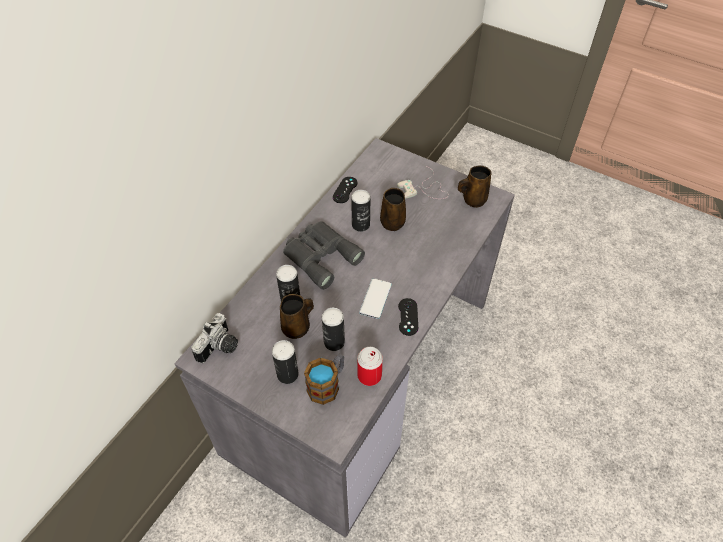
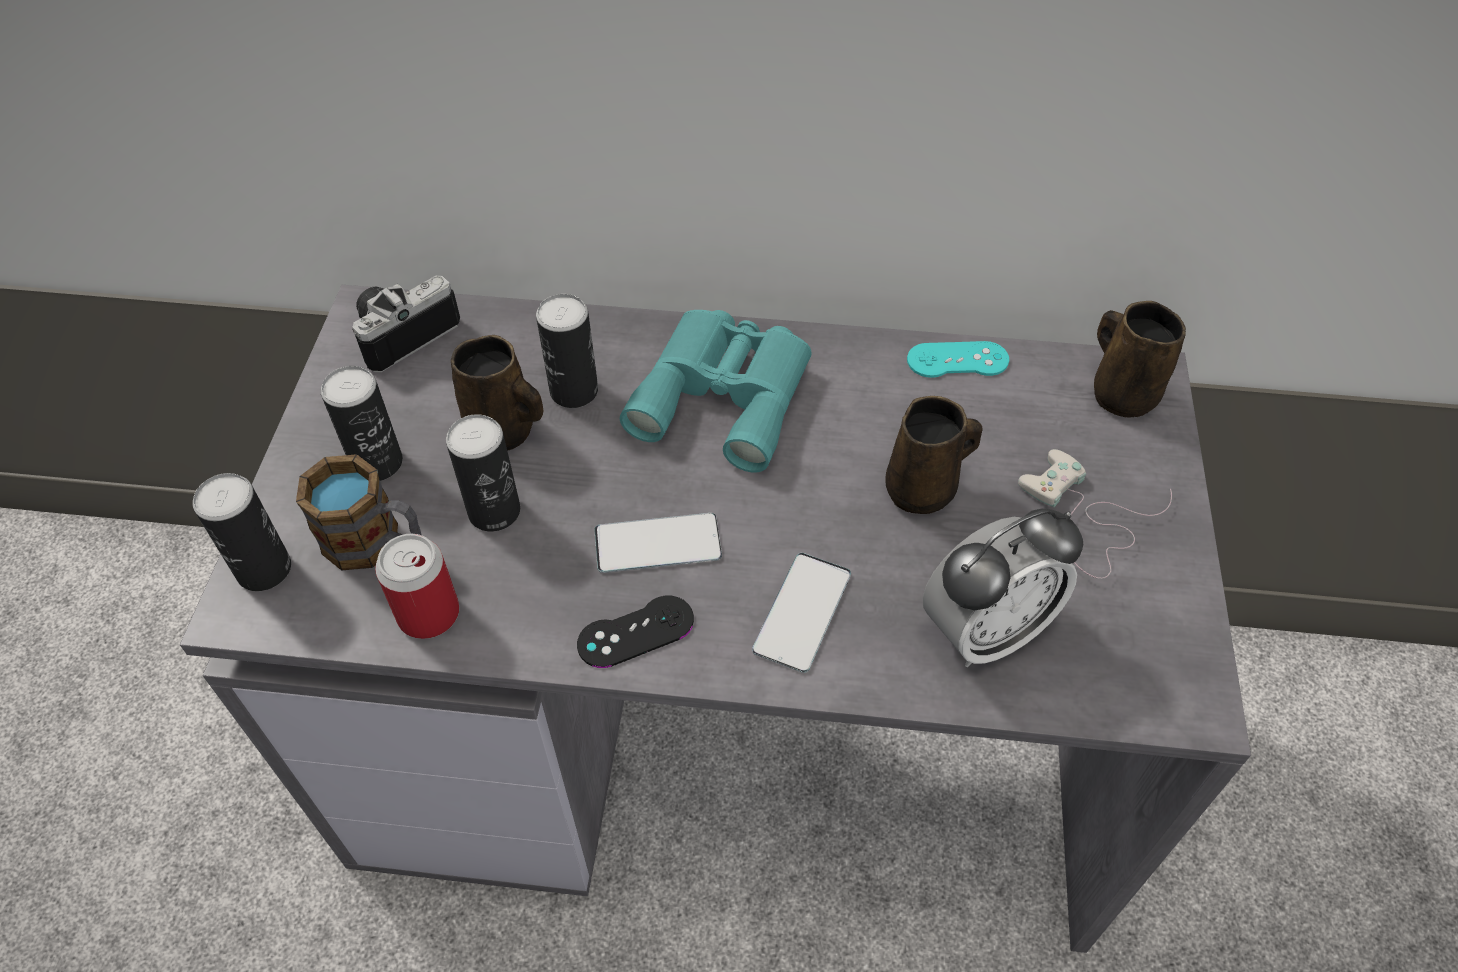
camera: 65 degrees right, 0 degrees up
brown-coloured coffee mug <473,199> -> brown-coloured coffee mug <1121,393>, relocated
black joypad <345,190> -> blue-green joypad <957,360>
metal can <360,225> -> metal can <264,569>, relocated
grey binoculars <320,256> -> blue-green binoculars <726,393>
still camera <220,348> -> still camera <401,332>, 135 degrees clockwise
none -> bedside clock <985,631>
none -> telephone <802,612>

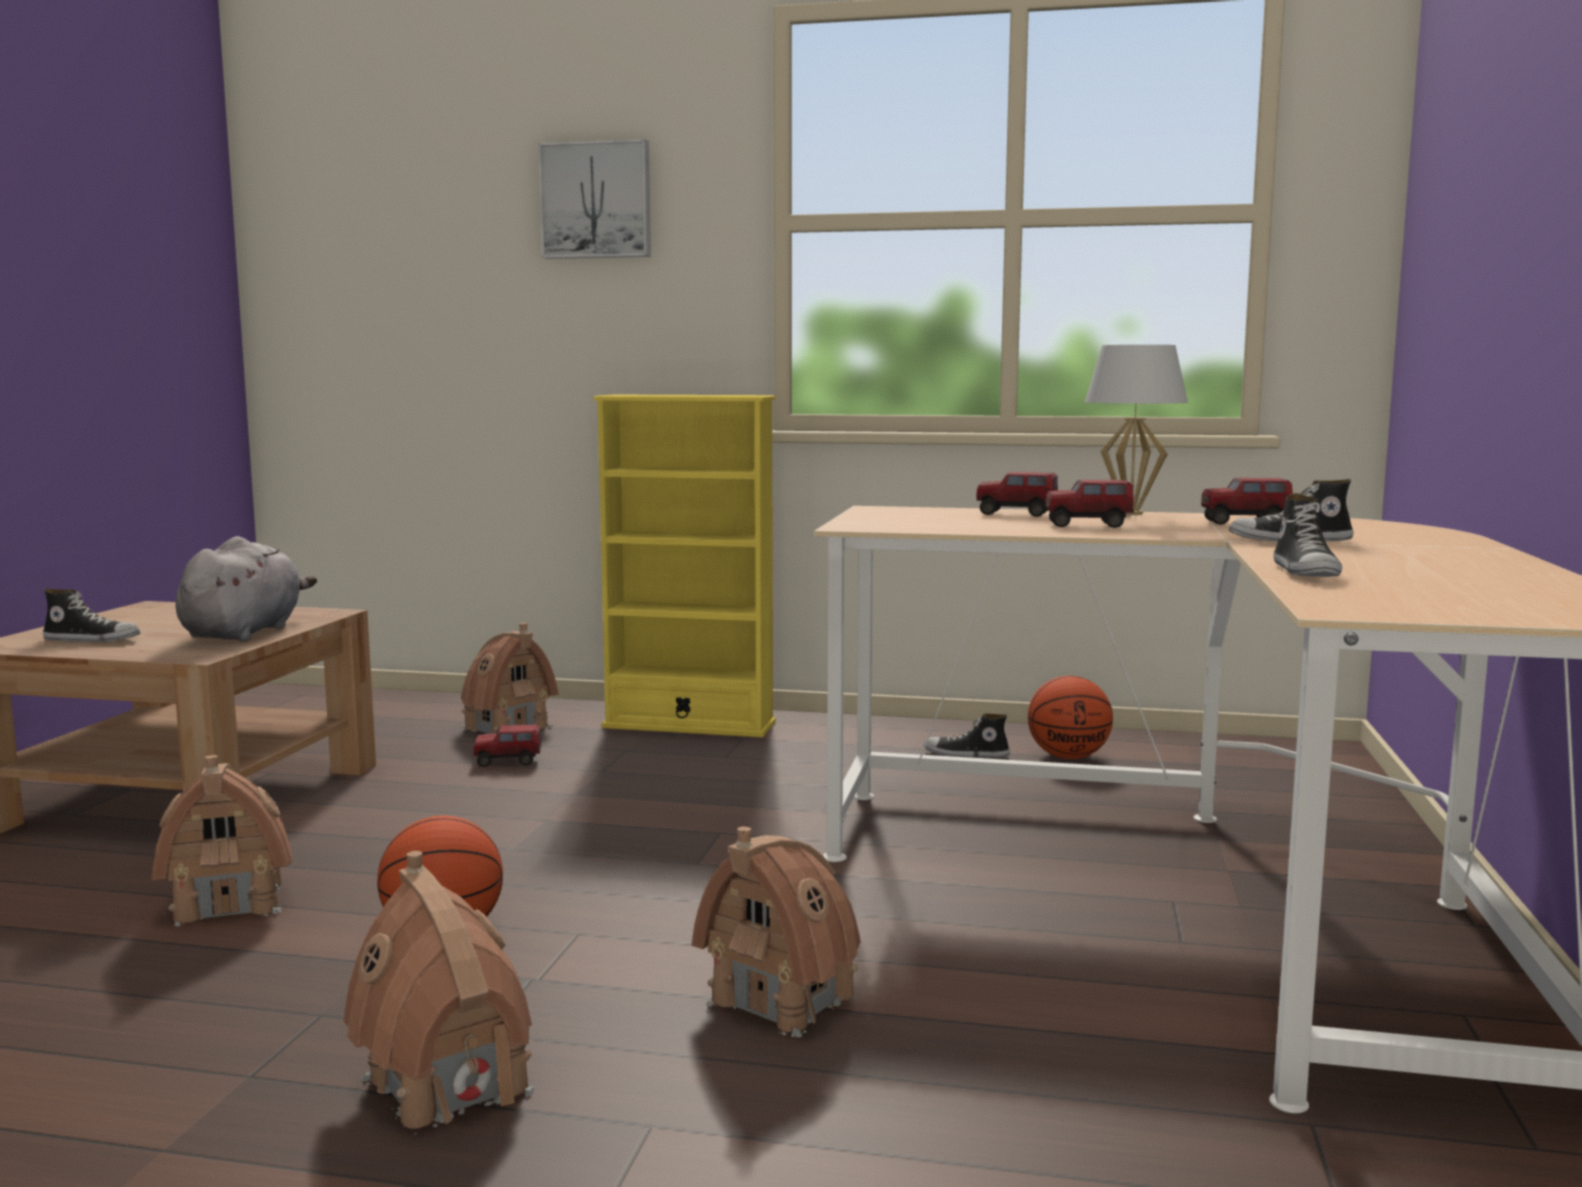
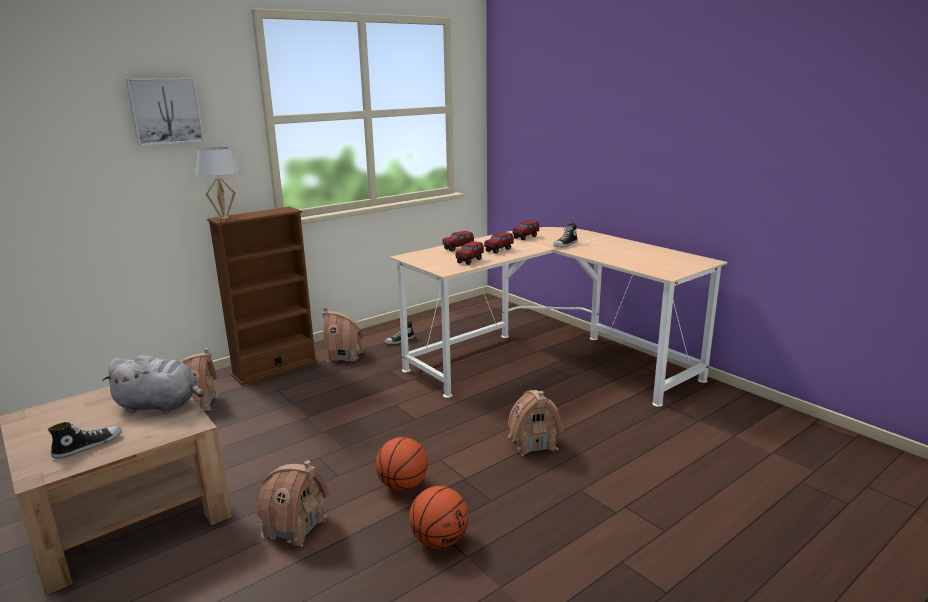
camera: 50 degrees left, 10 degrees up
white-coloured table lamp <1131,513> -> white-coloured table lamp <224,218>, relocated
yellowish bookshelf <689,725> -> brown-coloured bookshelf <275,369>
low shoe <1307,572> -> none
grey cuddly toy <244,632> -> grey cuddly toy <160,406>, 135 degrees clockwise
basketball ball <1068,757> -> basketball ball <439,540>, relocated
toy truck <508,762> -> toy truck <470,261>, relocated
toy house <447,1084> -> toy house <344,355>, relocated

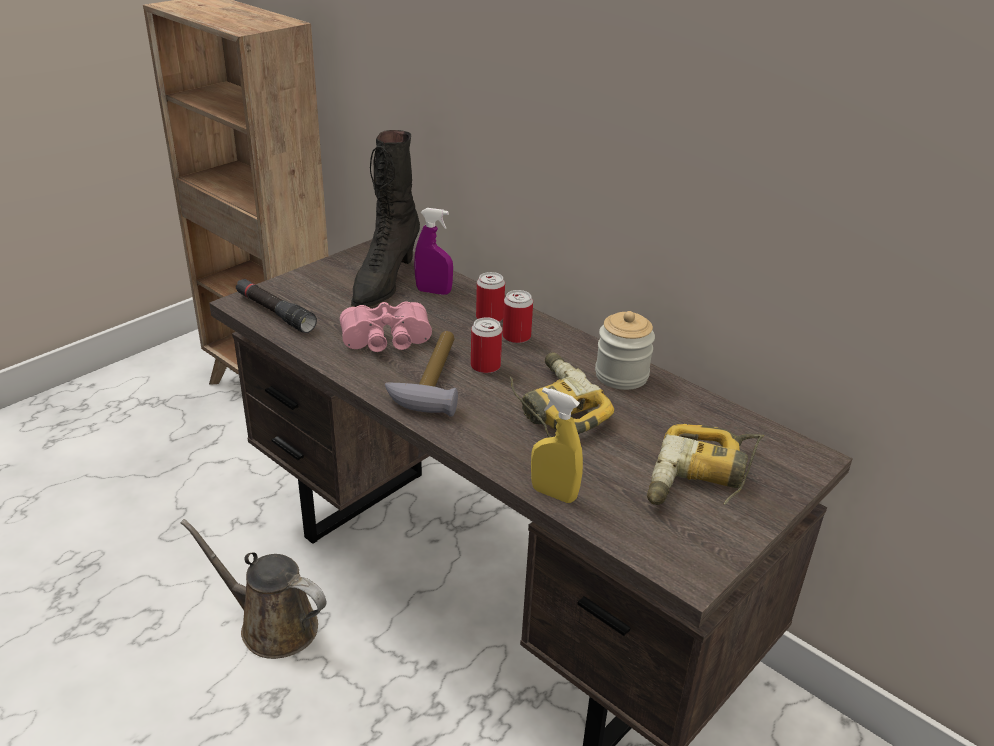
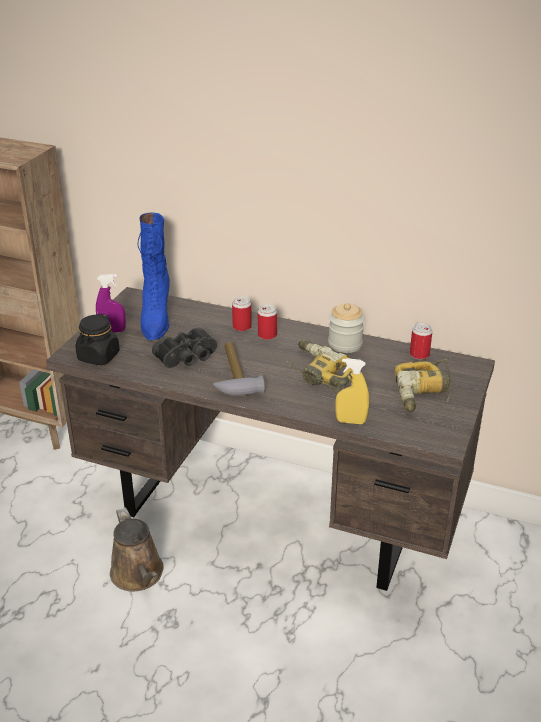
camera: 20 degrees left, 0 degrees up
black tall boot <384,282> -> bluish tall boot <156,319>
purple hand sprayer <433,292> -> purple hand sprayer <112,331>, relocated
black hand torch <275,313> -> black preserve jar <98,356>
pinkish binoculars <387,341> -> black binoculars <188,358>
metal can <485,366> -> metal can <419,354>, relocated
brown-coloured sprinkling can <272,625> -> brown-coloured sprinkling can <139,575>, 120 degrees counterclockwise

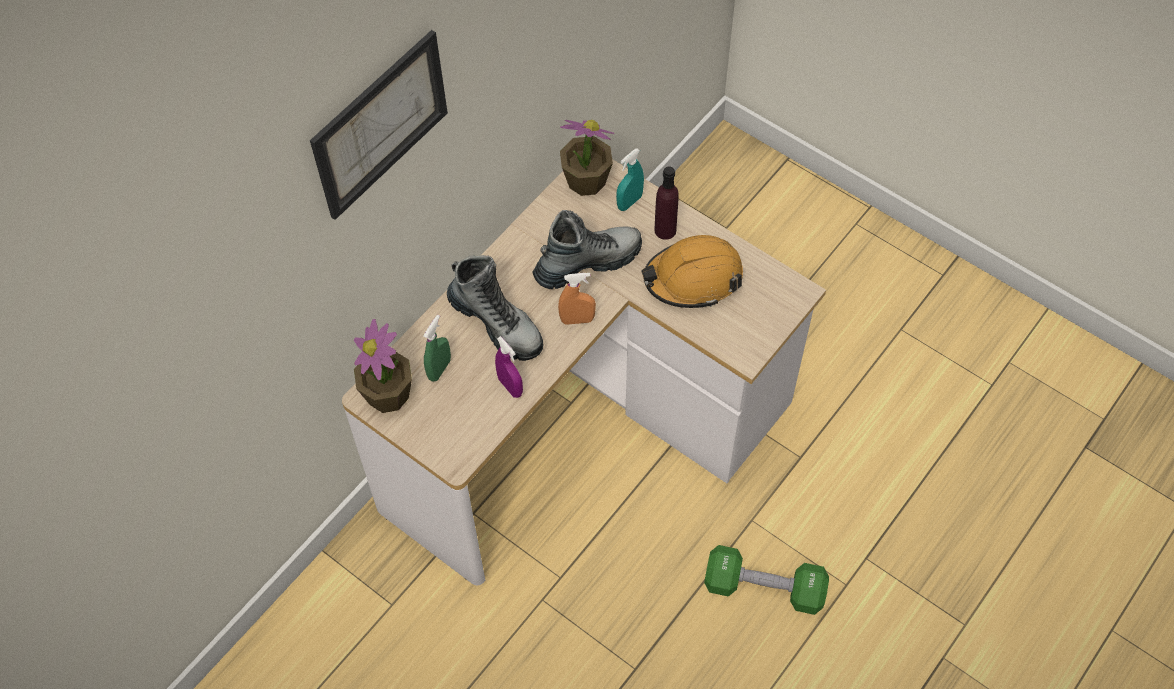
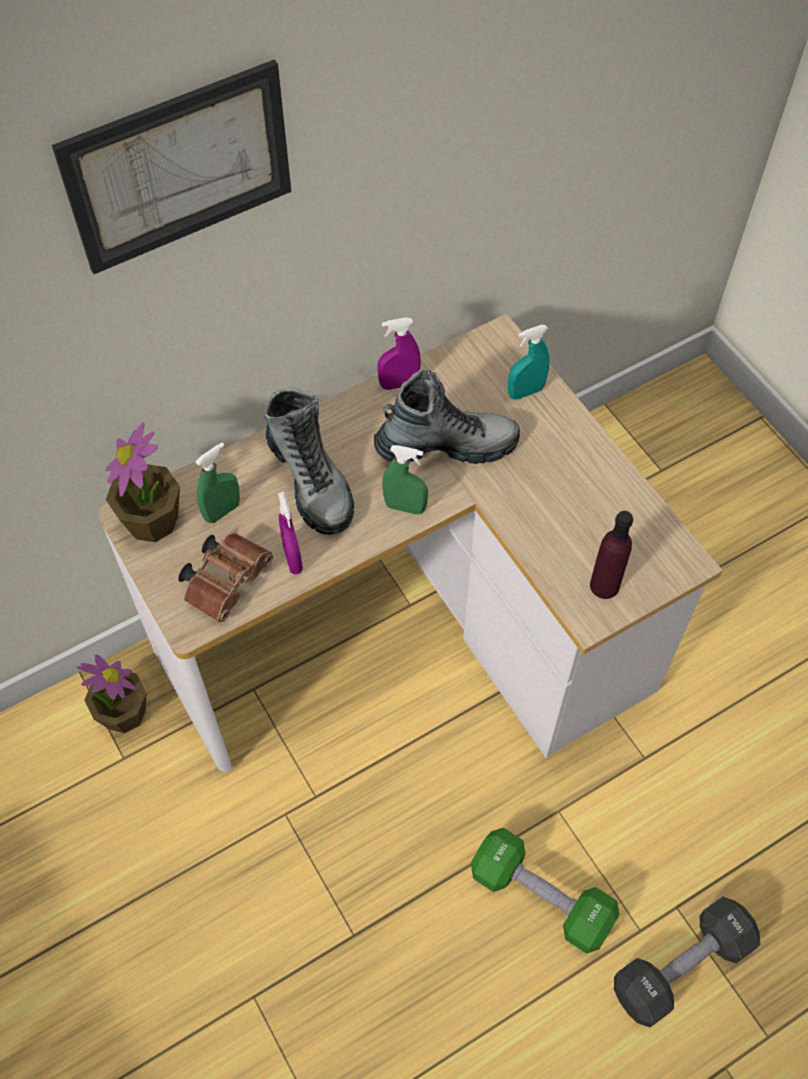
camera: 20 degrees right, 0 degrees up
houseplant <586,180> -> houseplant <123,713>, relocated
purple bottle <665,230> -> purple bottle <604,585>, relocated
orangey hard hat <693,278> -> none
orangey hand sprayer <577,320> -> greenish hand sprayer <405,507>
none -> purple hand sprayer <399,384>
none -> brown-coloured binoculars <228,580>
none -> black dumbbell <681,966>

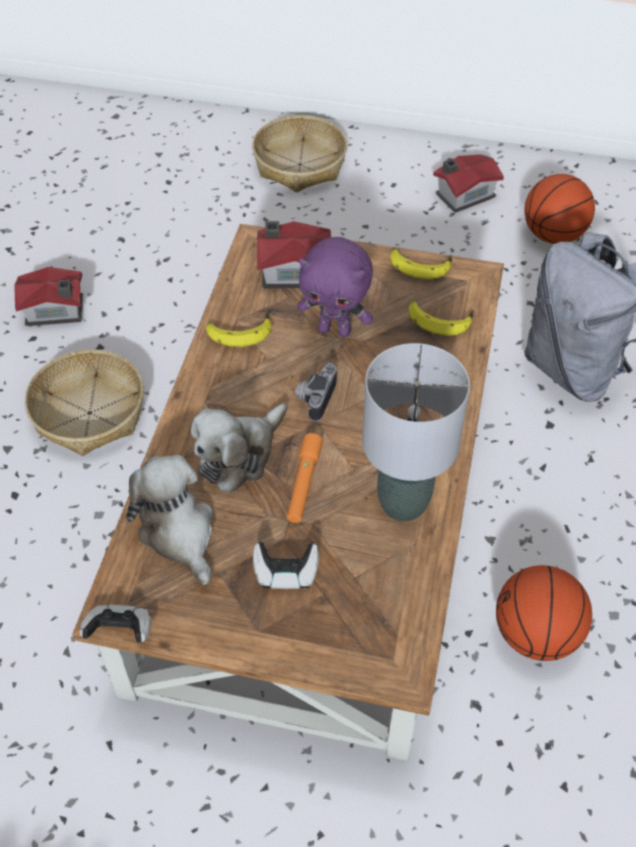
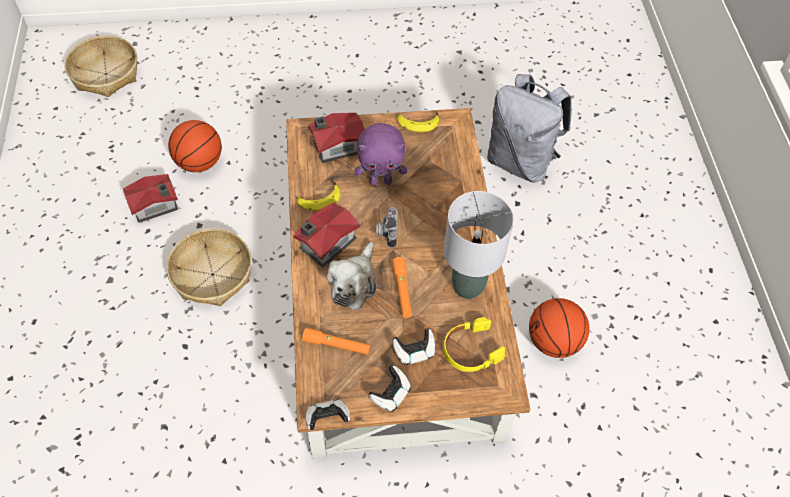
camera: 20 degrees left, 5 degrees up
household basket <300,164> -> household basket <106,74>, relocated
toy house <463,195> -> toy house <326,244>, relocated
basketball ball <553,235> -> basketball ball <200,162>, relocated
banana <440,320> -> none
cuddly toy <178,532> -> orangey hand torch <336,345>
none -> yellowish pair of headphones <471,350>
none -> joypad <390,394>

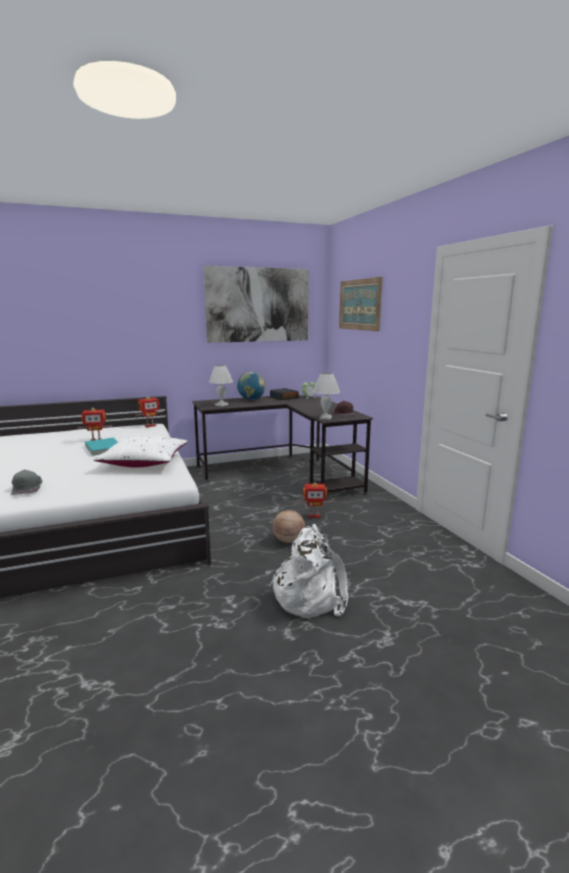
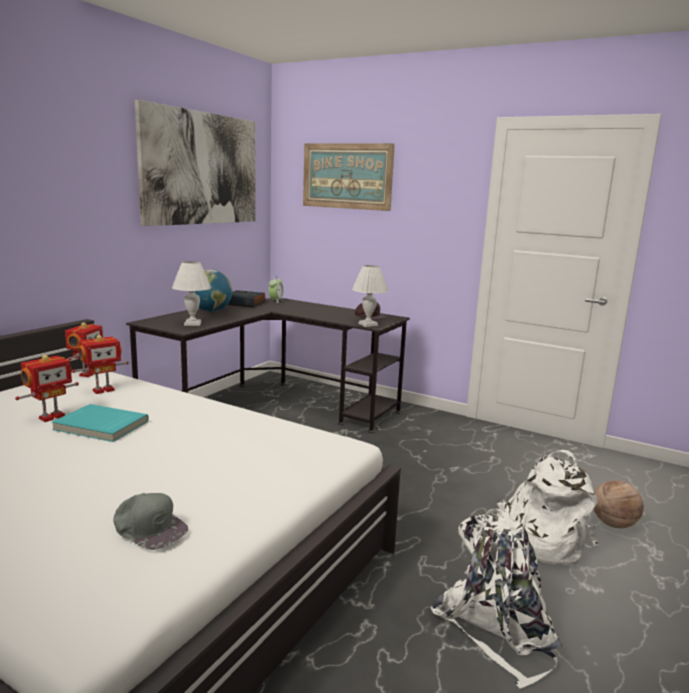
camera: 40 degrees left, 0 degrees up
white-coloured cushion <144,462> -> none
robot figure <314,516> -> robot figure <103,390>, relocated
basketball ball <288,540> -> basketball ball <613,524>, relocated
none -> white-coloured knapsack <498,627>

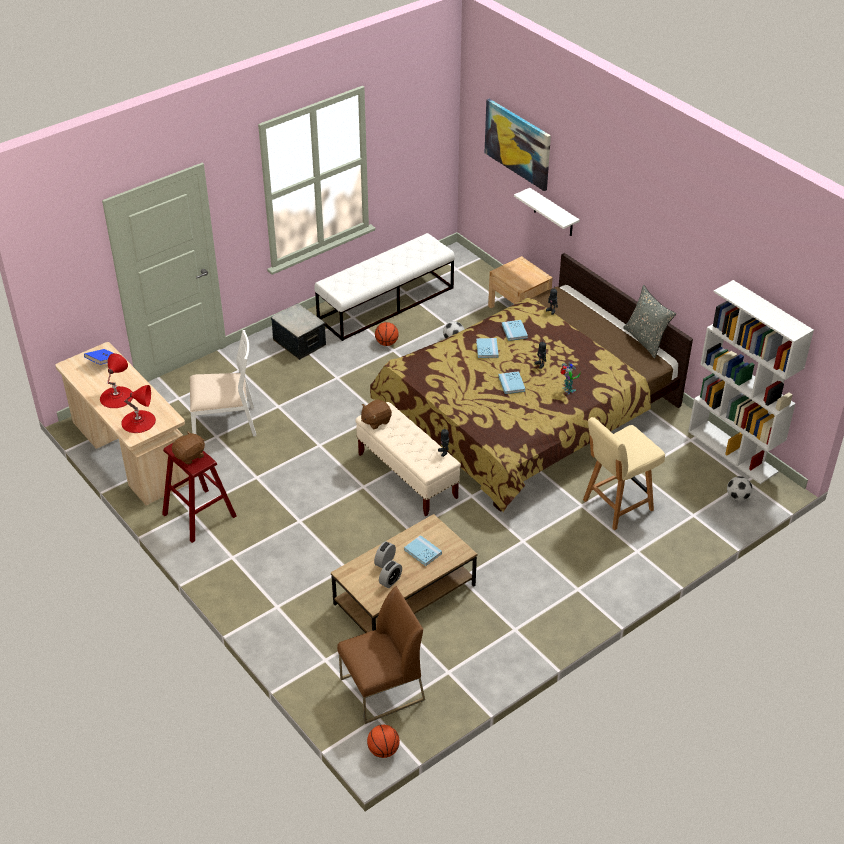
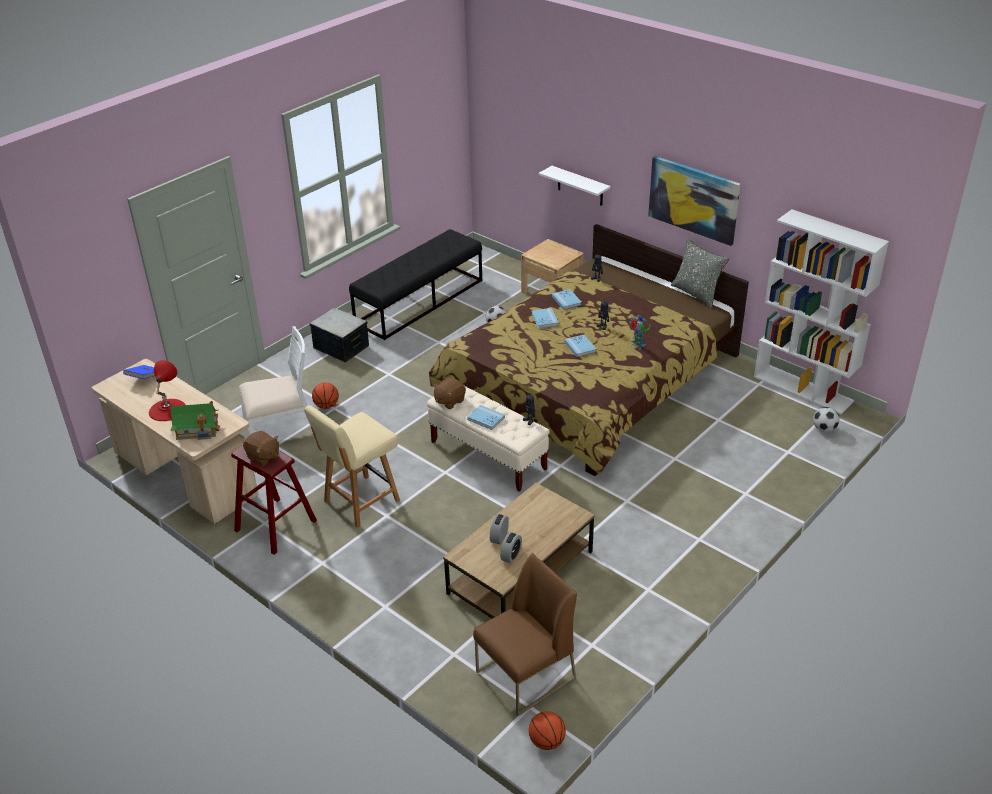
camera: 10 degrees left, 5 degrees down
wall picture <517,144> -> wall picture <693,199>, relocated
white-coloured indoor bench <386,303> -> black indoor bench <420,301>
basketball ball <387,343> -> basketball ball <326,406>, relocated
red-coloured table lamp <138,421> -> toy house <197,430>
beige plain chair <616,505> -> beige plain chair <360,502>, relocated
brown-coloured cuddly toy <190,456> -> brown-coloured cuddly toy <263,457>, 90 degrees clockwise
bluish book <423,552> -> bluish book <486,418>, relocated

